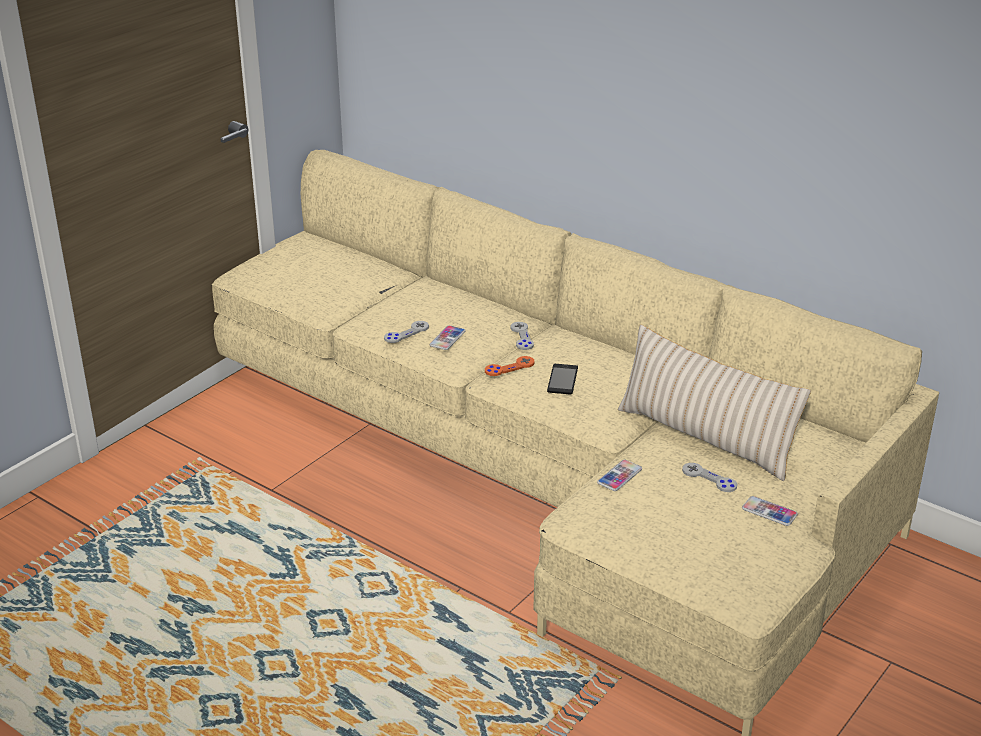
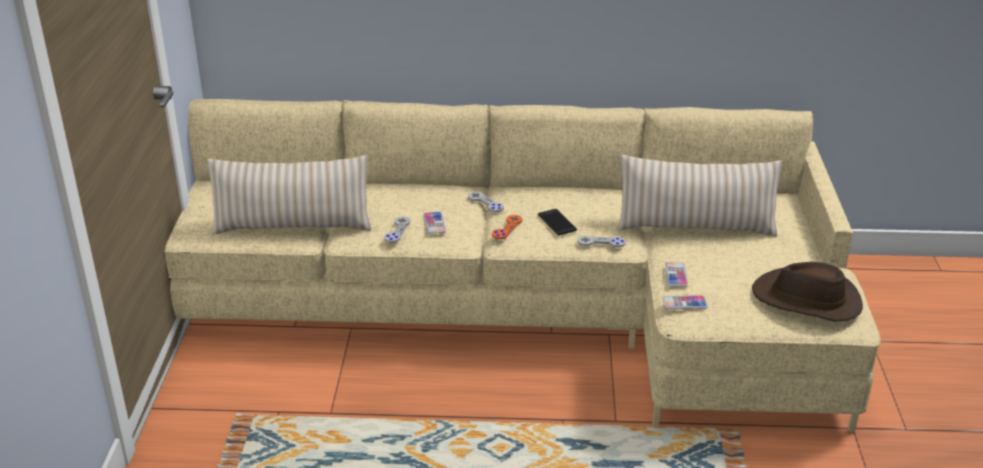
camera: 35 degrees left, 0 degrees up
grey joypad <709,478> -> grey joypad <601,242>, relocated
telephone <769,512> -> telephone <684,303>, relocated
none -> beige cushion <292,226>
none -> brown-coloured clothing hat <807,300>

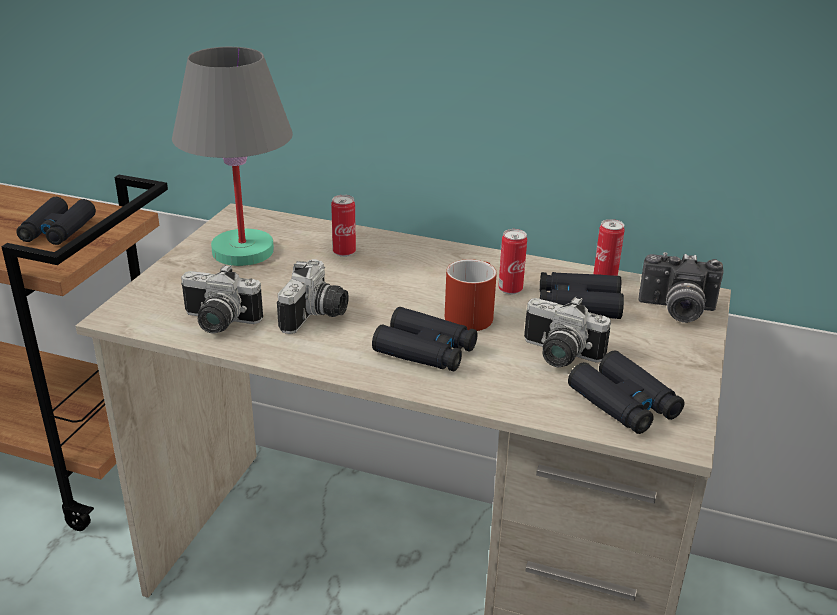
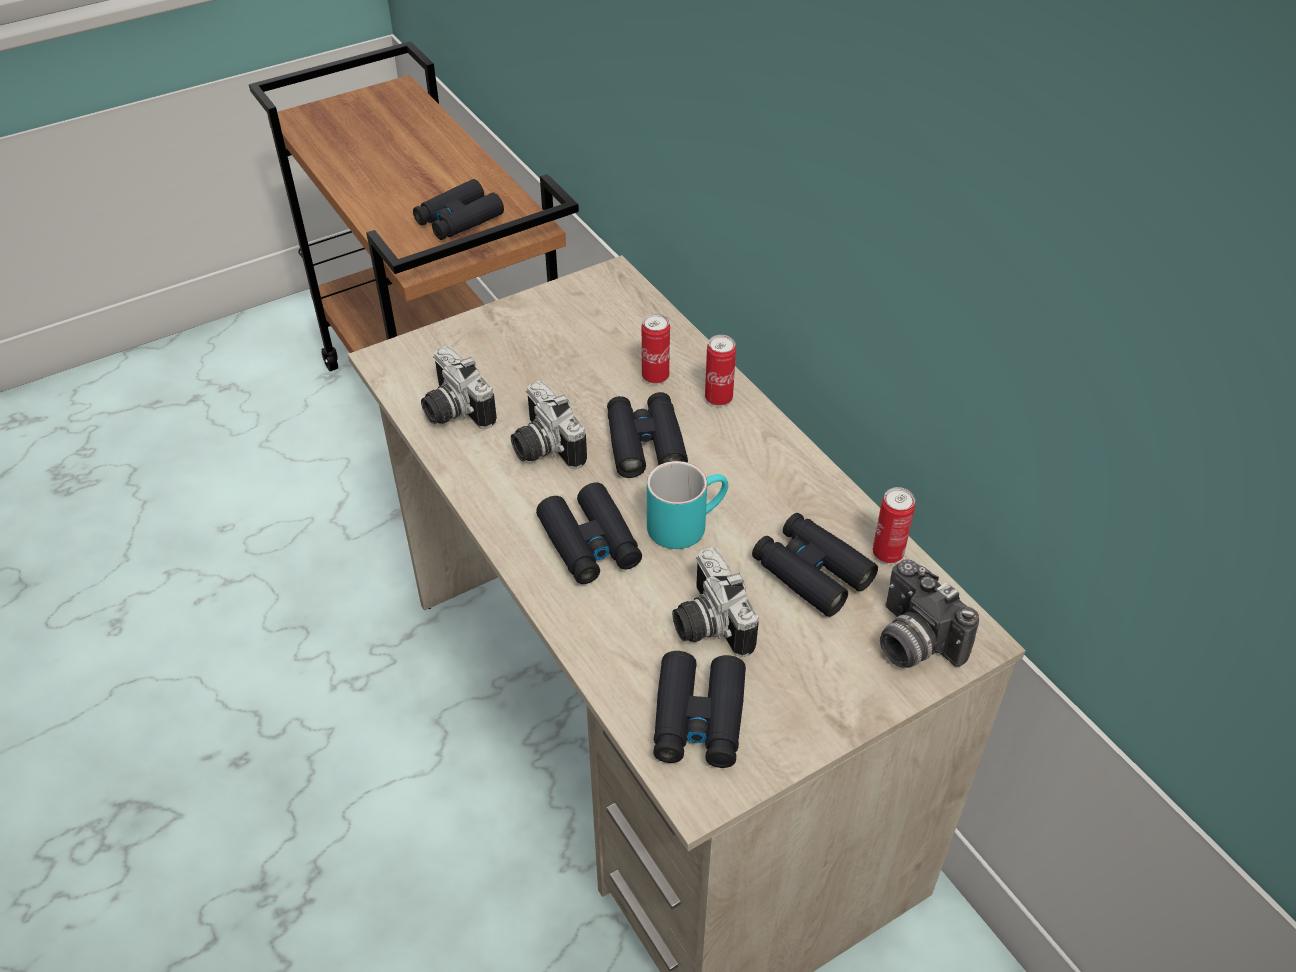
camera: 40 degrees right, 15 degrees up
grey table lamp <241,251> -> none
metal can <510,290> -> metal can <718,398>, relocated
still camera <317,316> -> still camera <542,448>, 90 degrees clockwise
red-coloured coffee mug <471,313> -> blue-green coffee mug <686,522>
none -> black binoculars <645,443>

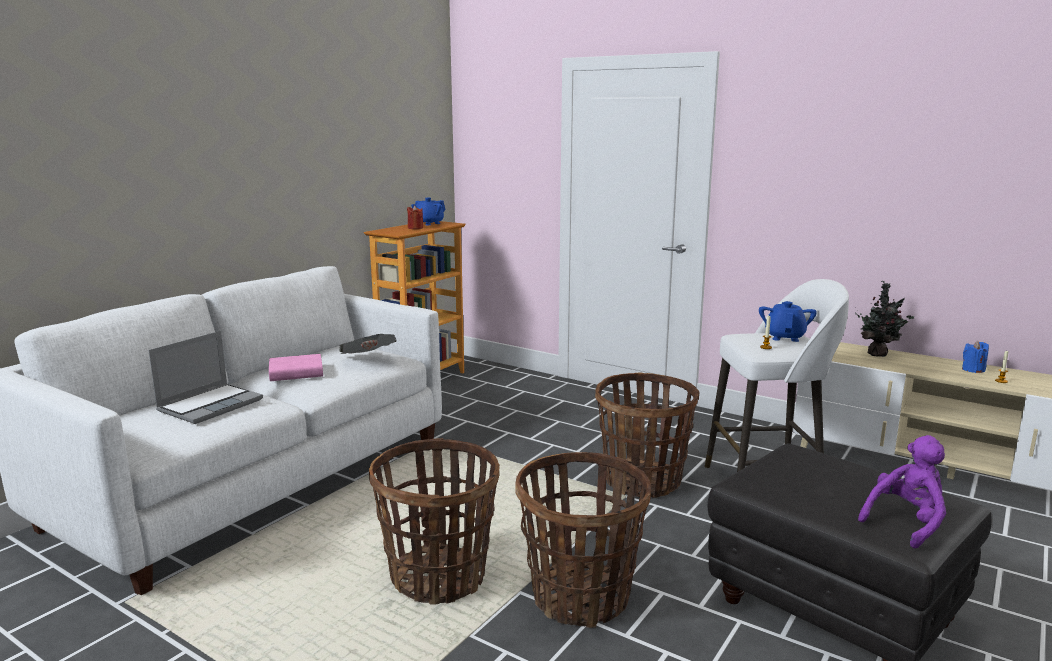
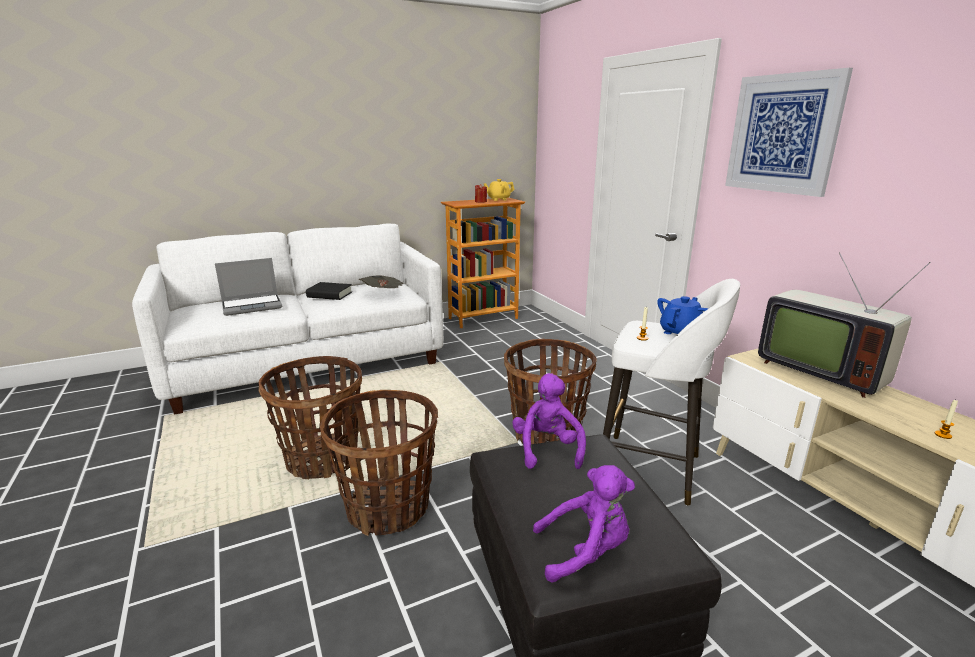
camera: 30 degrees right, 5 degrees up
bluish tea pot <428,223> -> yellowish tea pot <498,199>
houseplant <878,354> -> TV <820,371>
bluish wax candle <973,370> -> none
pinkish book <296,373> -> black book <329,295>
none -> wall picture <783,134>
none -> purple cuddly toy <547,449>

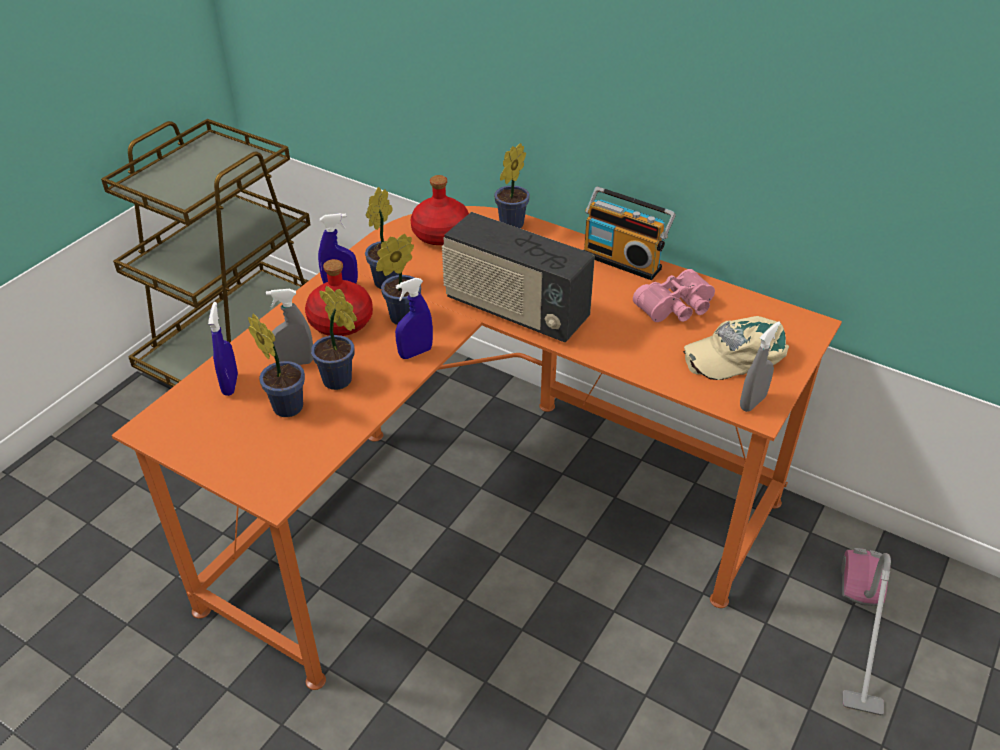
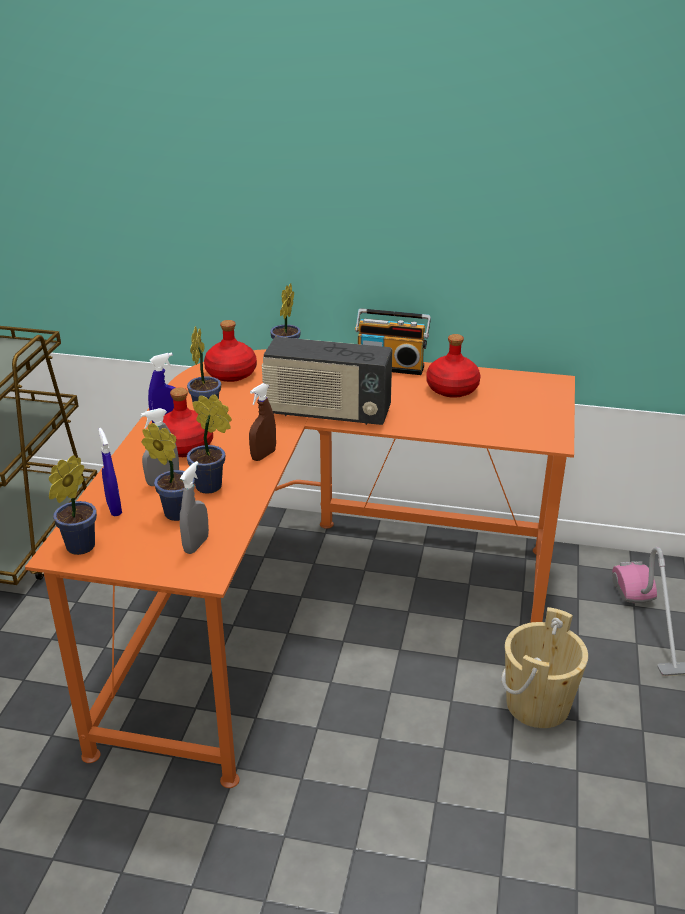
camera: 20 degrees left, 10 degrees down
houseplant <400,319> -> houseplant <77,548>, relocated
pinkish binoculars <677,309> -> red-coloured bottle <452,389>
bluish hand sprayer <415,353> -> brown-coloured hand sprayer <263,455>
beige peaked cap <736,354> -> none
grey hand sprayer <752,402> -> grey hand sprayer <196,545>, relocated
none -> beige bucket <537,704>

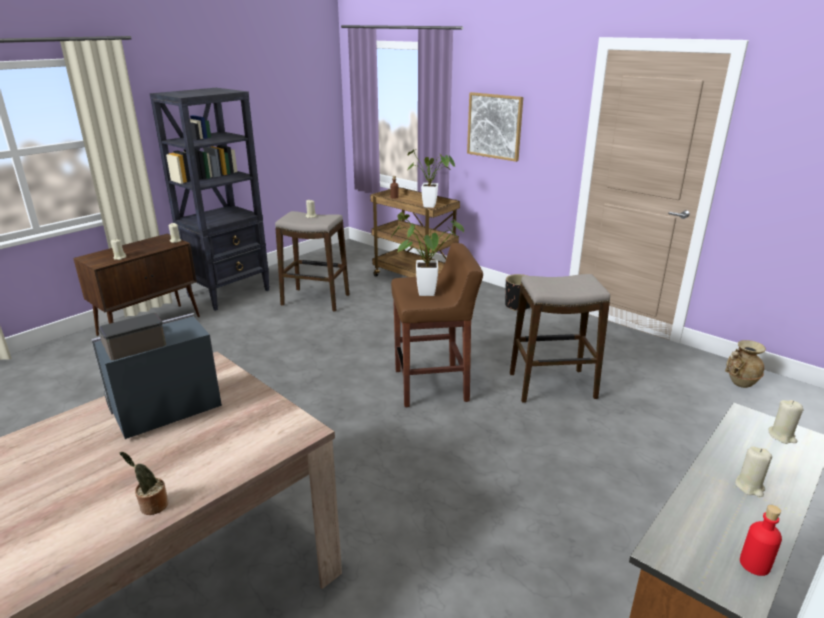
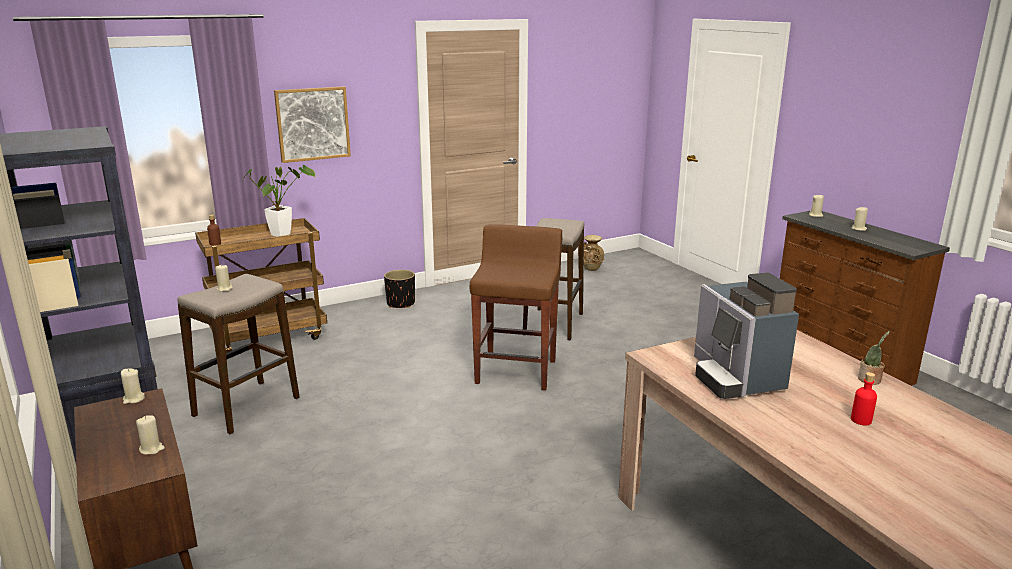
camera: 70 degrees left, 5 degrees down
houseplant <421,293> -> none
red-coloured bottle <754,564> -> red-coloured bottle <861,420>, relocated

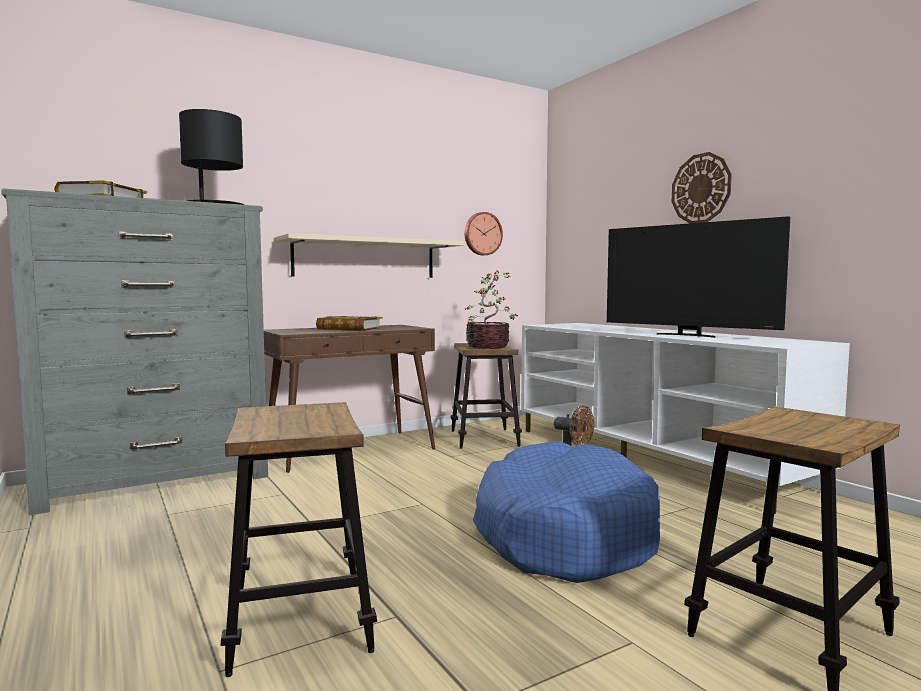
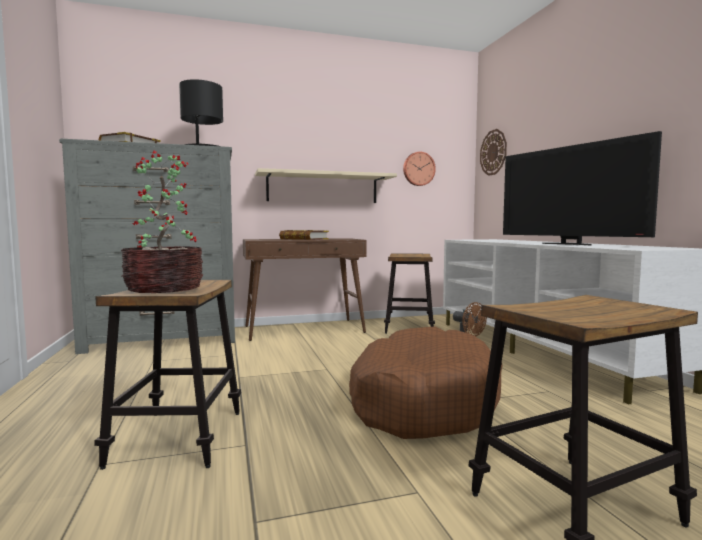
camera: 15 degrees right, 0 degrees up
clock on the wall <701,188> -> clock on the wall <493,152>, relocated
houseplant <489,346> -> houseplant <165,288>, relocated
bluish dog bed <563,534> -> brown-coloured dog bed <421,401>

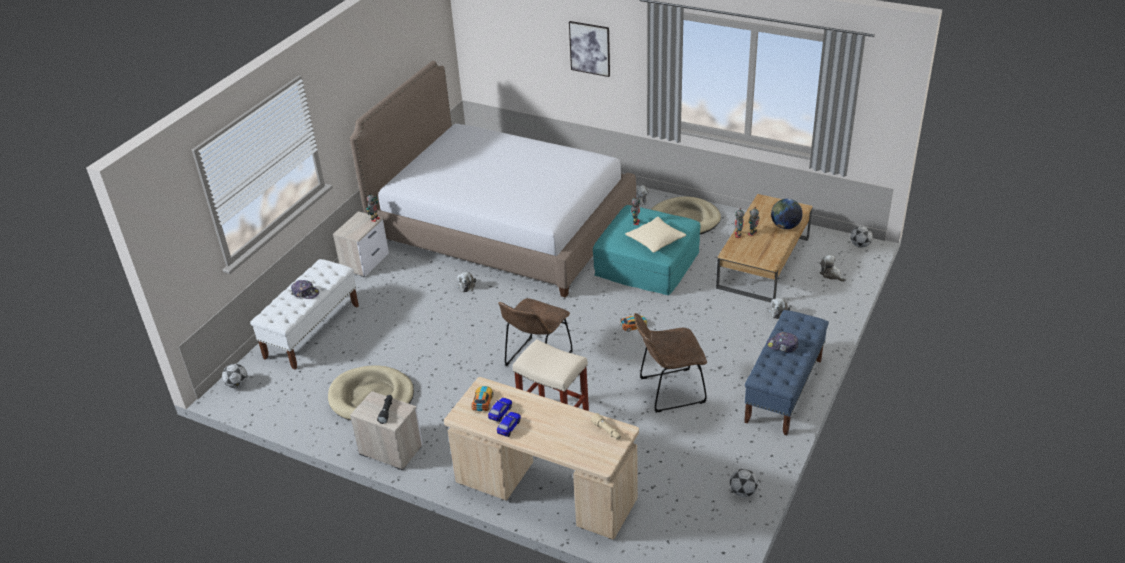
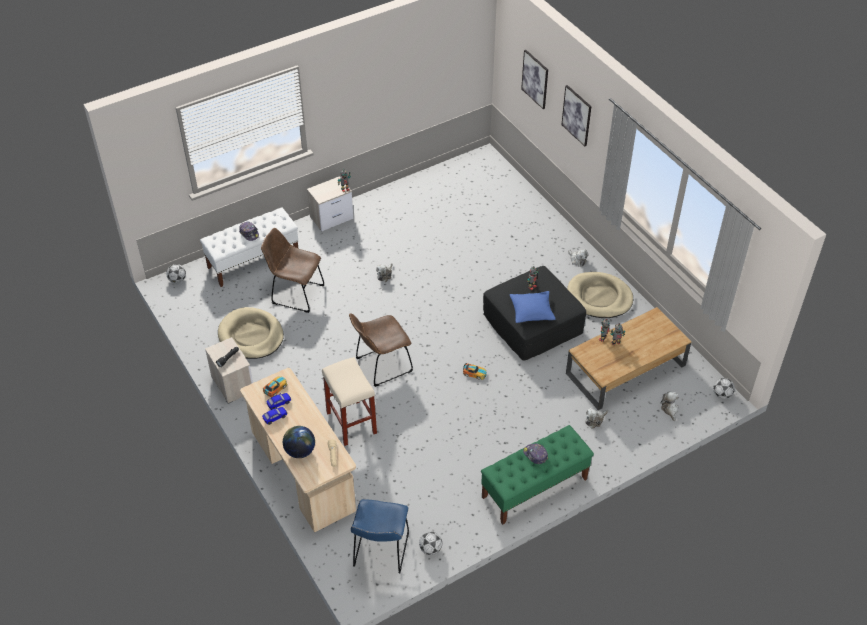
camera: 30 degrees right, 10 degrees up
bedroom bed <503,227> -> none
globe <785,226> -> globe <300,451>, relocated
blue-green footrest <646,264> -> black footrest <532,323>
beige cushion <655,241> -> bluish cushion <532,311>
bluish indoor bench <784,391> -> greenish indoor bench <534,488>
brown-coloured plain chair <668,391> -> brown-coloured plain chair <295,294>, relocated
none -> wall picture <535,79>
none -> bluish plain chair <380,552>

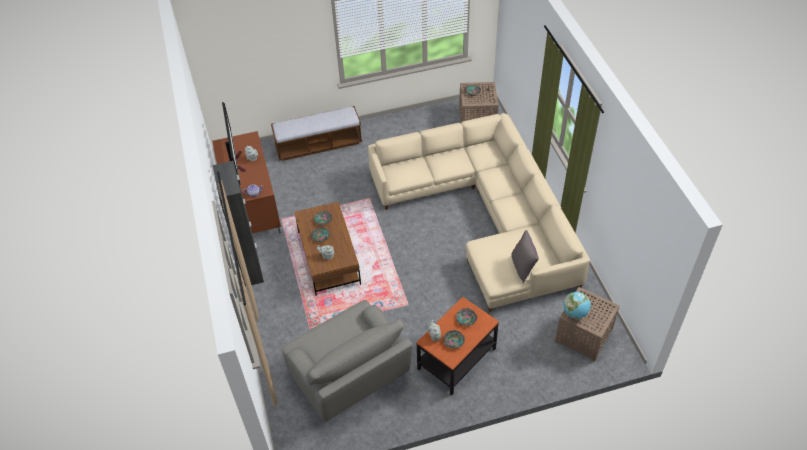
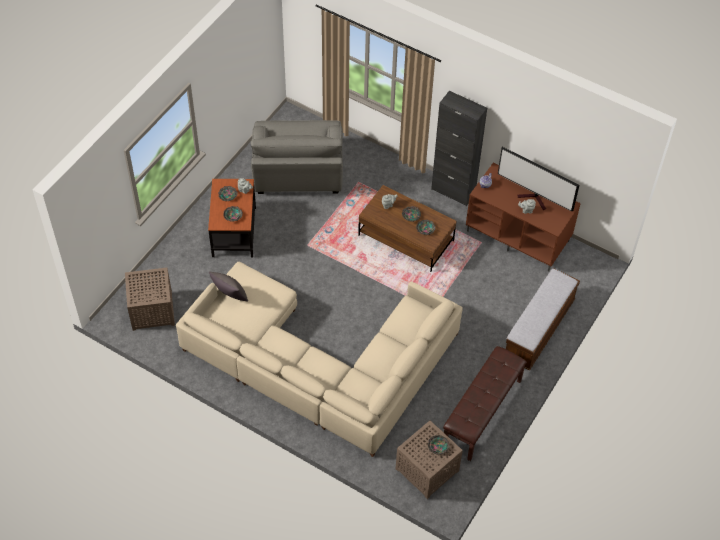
camera: 135 degrees right, 5 degrees up
globe <575,313> -> none
grey armchair <349,375> -> grey armchair <298,173>, 105 degrees counterclockwise
none -> brown-coloured indoor bench <482,413>

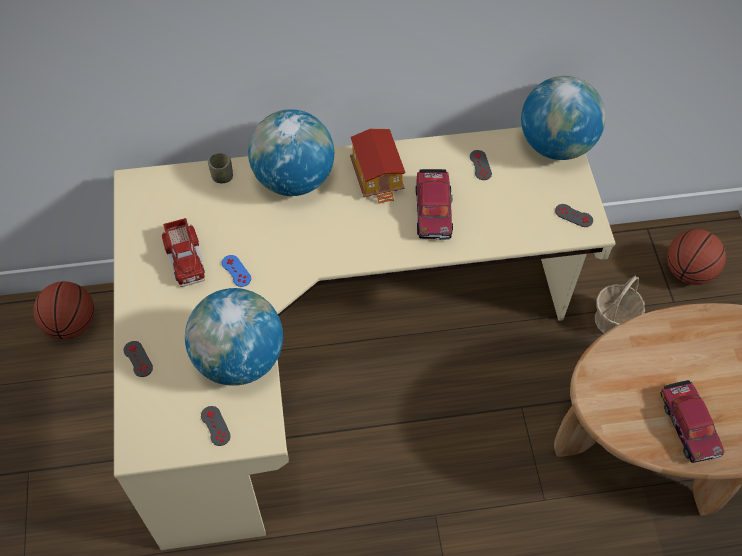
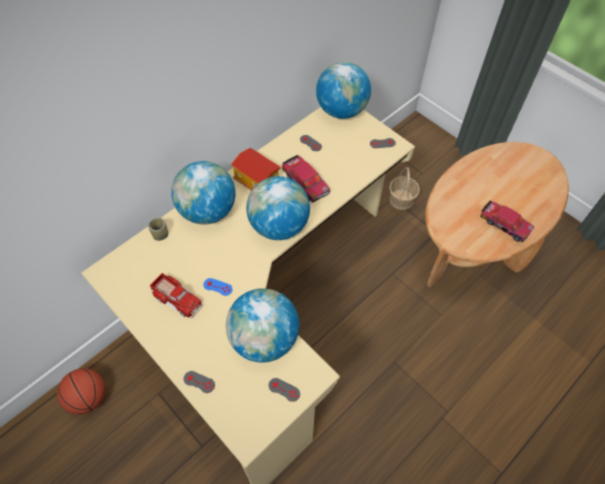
camera: 35 degrees left, 0 degrees up
basketball ball <688,271> -> none
none -> globe <279,226>

